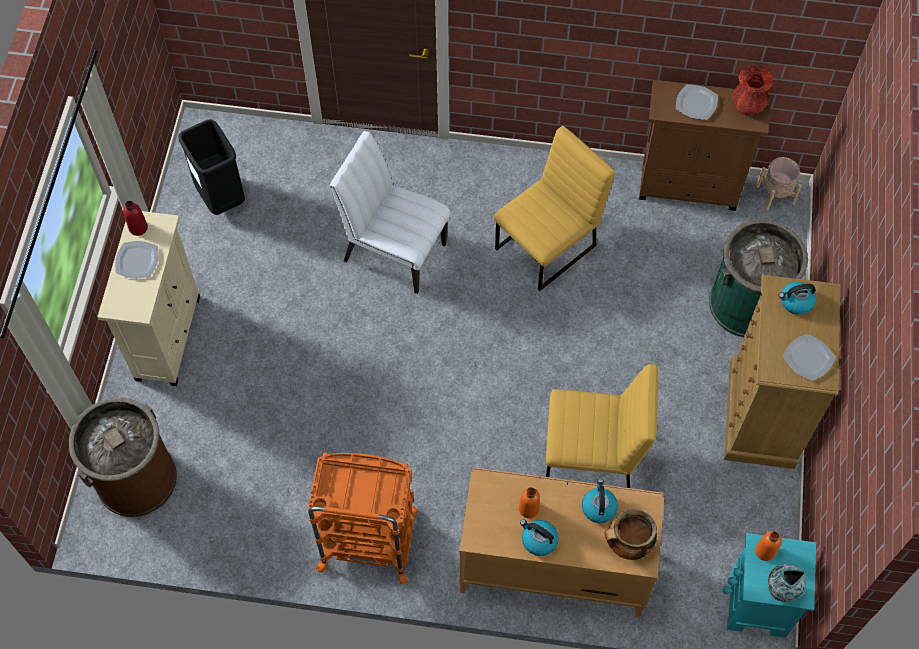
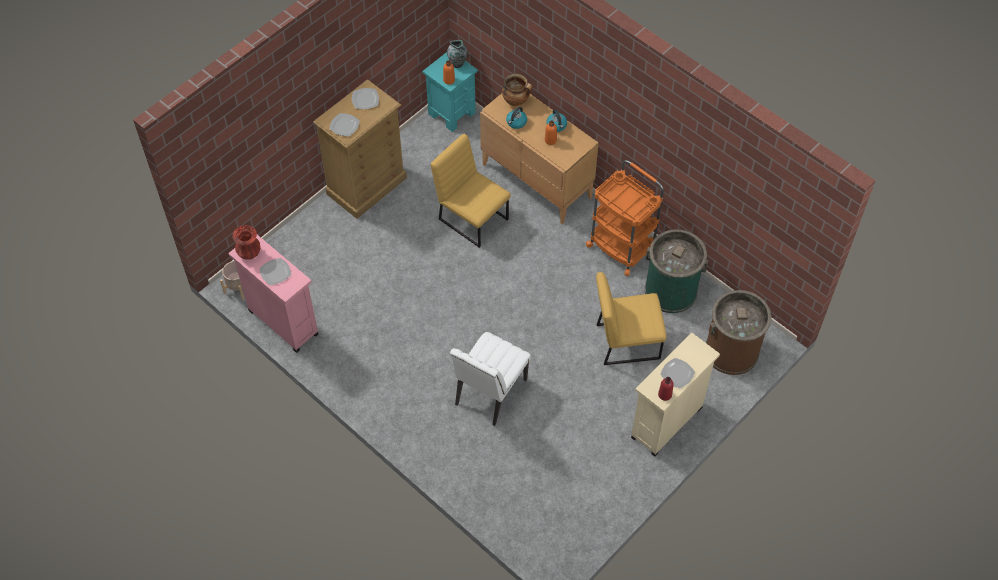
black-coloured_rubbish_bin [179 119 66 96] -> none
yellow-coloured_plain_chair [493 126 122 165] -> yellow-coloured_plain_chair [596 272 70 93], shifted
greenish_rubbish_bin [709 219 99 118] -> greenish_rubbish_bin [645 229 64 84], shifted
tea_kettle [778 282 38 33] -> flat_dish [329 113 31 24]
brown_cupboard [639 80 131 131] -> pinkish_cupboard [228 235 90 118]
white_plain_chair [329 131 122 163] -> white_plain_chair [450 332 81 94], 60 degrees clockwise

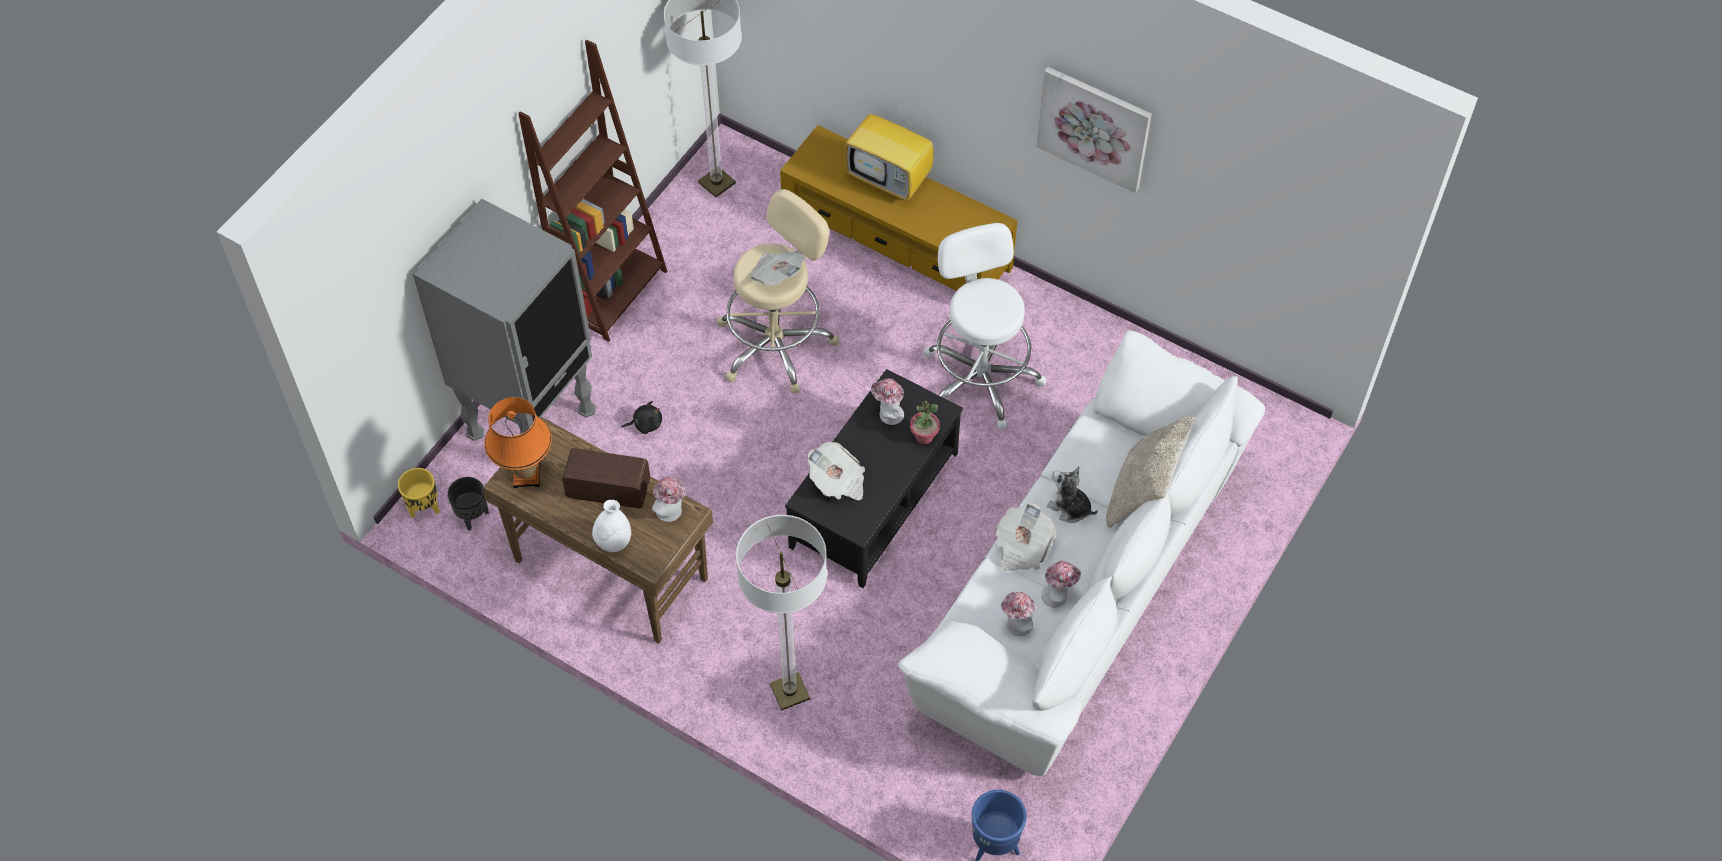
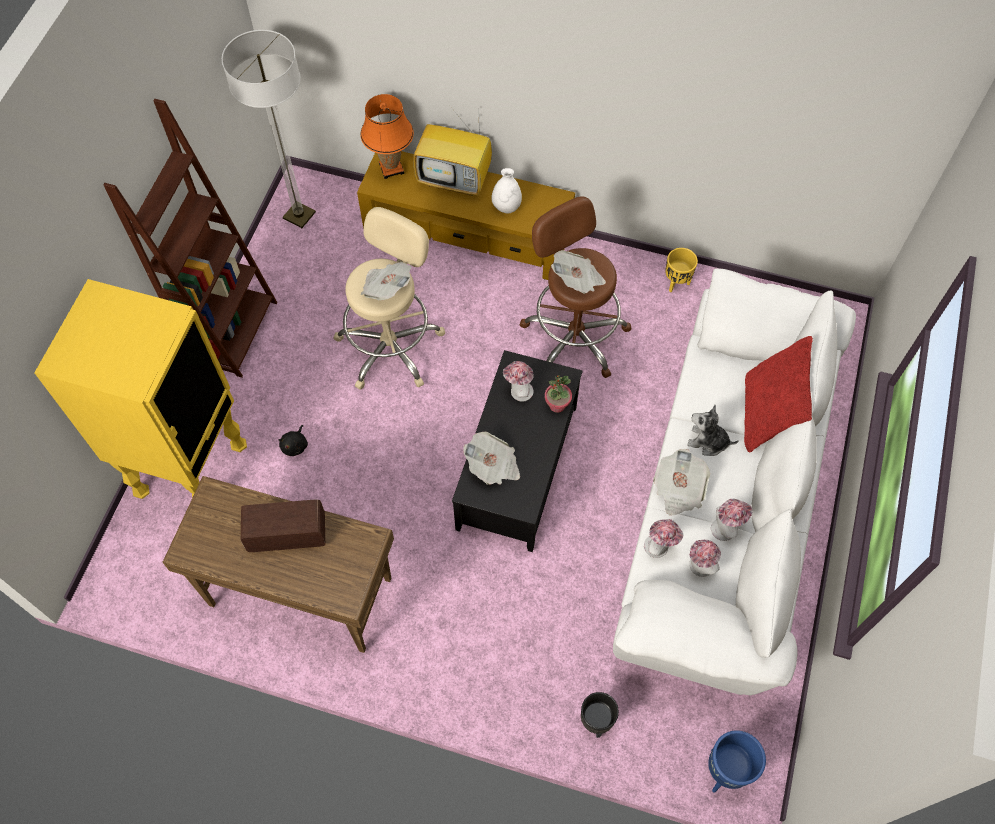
standard_lamp [736 515 91 195] -> none
picture [1037 67 115 126] -> none
none -> newspaper [551 250 55 44]
yellow-coloured_planter [398 468 41 50] -> yellow-coloured_planter [665 248 33 44], shifted
black-coloured_planter [447 477 42 54] -> black-coloured_planter [581 692 38 46], shifted
orange_tabletop_lamp [484 397 68 91] -> orange_tabletop_lamp [360 94 54 85], shifted
white_vase [592 500 39 52] -> white_vase [491 168 31 45], shifted
hat [652 476 34 46] -> hat [644 519 40 39], shifted
greyish_cupboard [413 199 183 242] -> yellow-coloured_cupboard [34 279 213 220]
white_stool_seat [923 223 124 207] -> brown_stool_seat [520 196 112 182]
sand-coloured_cushion [1106 416 89 112] -> red_cushion [744 336 69 116]
black-coloured_plush_toy [622 401 40 33] -> black-coloured_plush_toy [279 425 29 31], 135 degrees clockwise

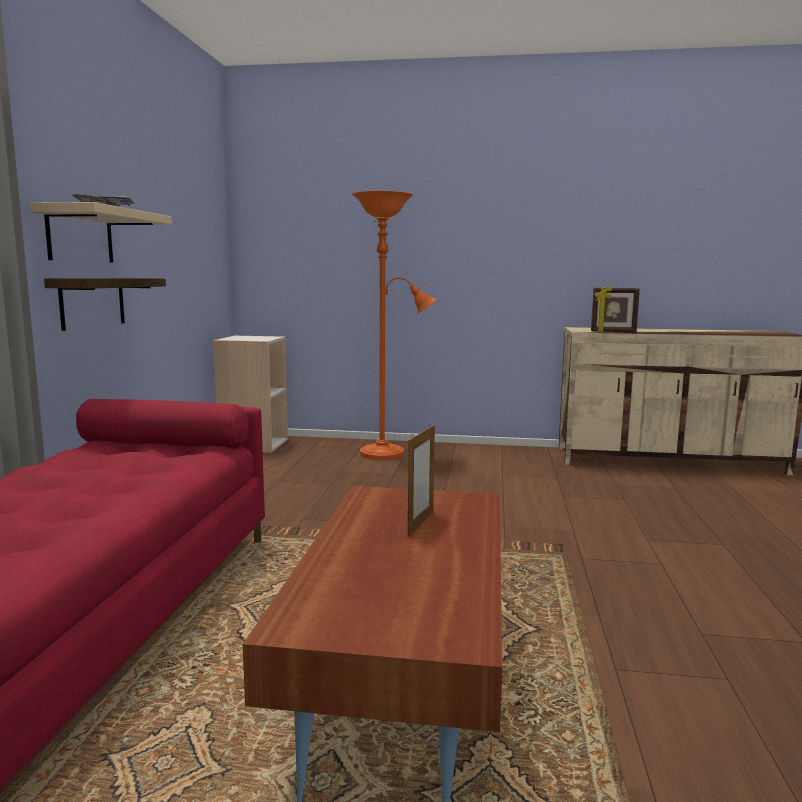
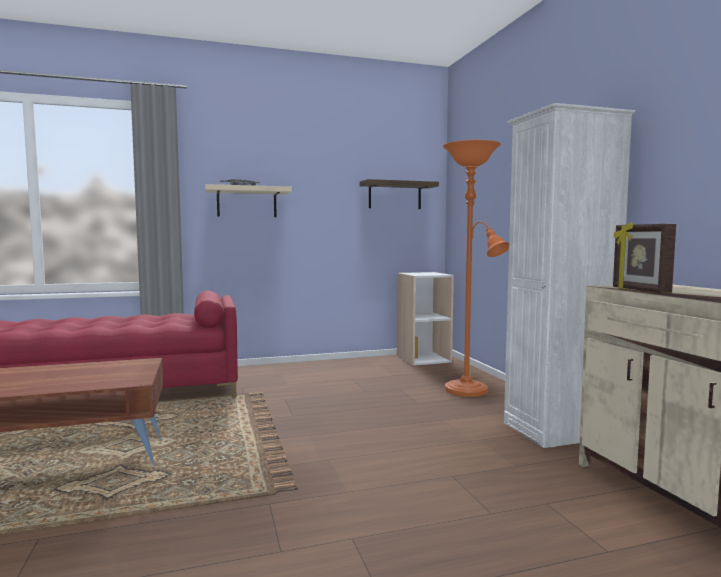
standing_frame [408 425 27 111] -> none
none -> white_cupboard [504 103 131 345]
shelf [44 278 122 53] -> shelf [359 179 80 30], shifted

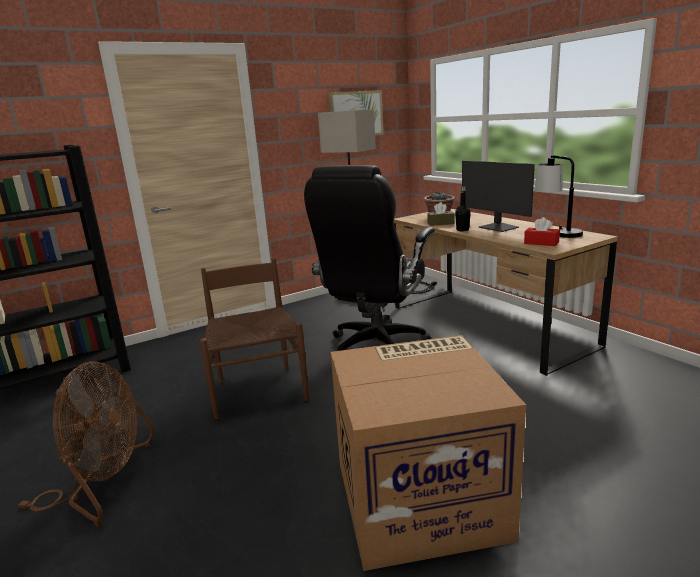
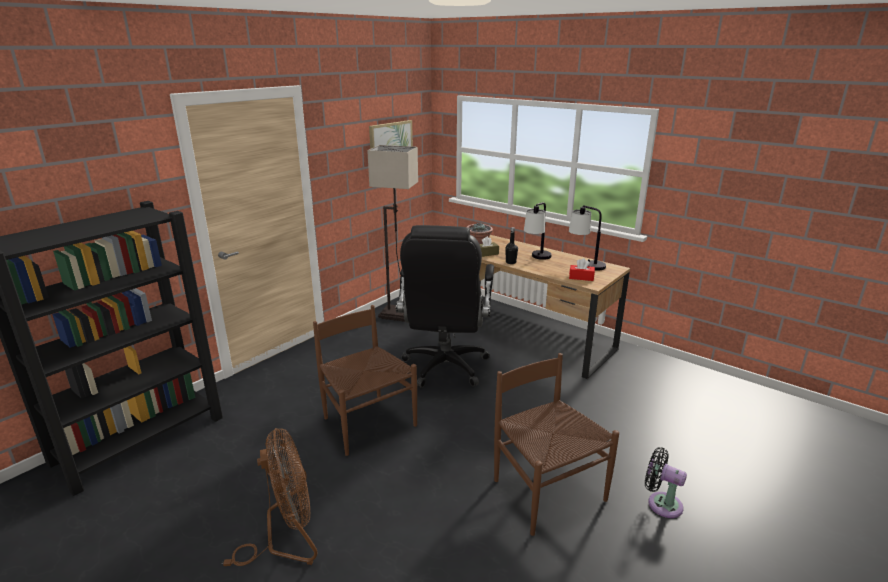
none -> black-coloured_electric_fan [645 447 42 71]
cardboard_box [331 335 195 236] -> brown_plain_chair [494 353 125 183]
computer_screen [462 161 73 71] -> tabletop_lamp [524 202 28 58]

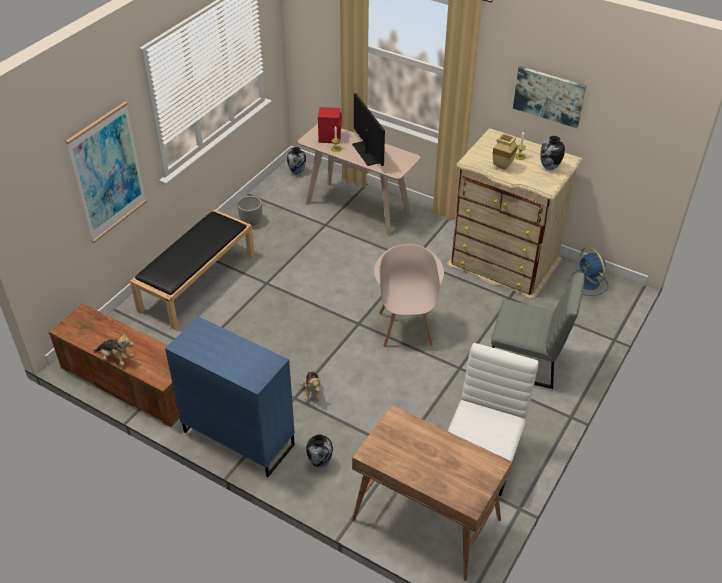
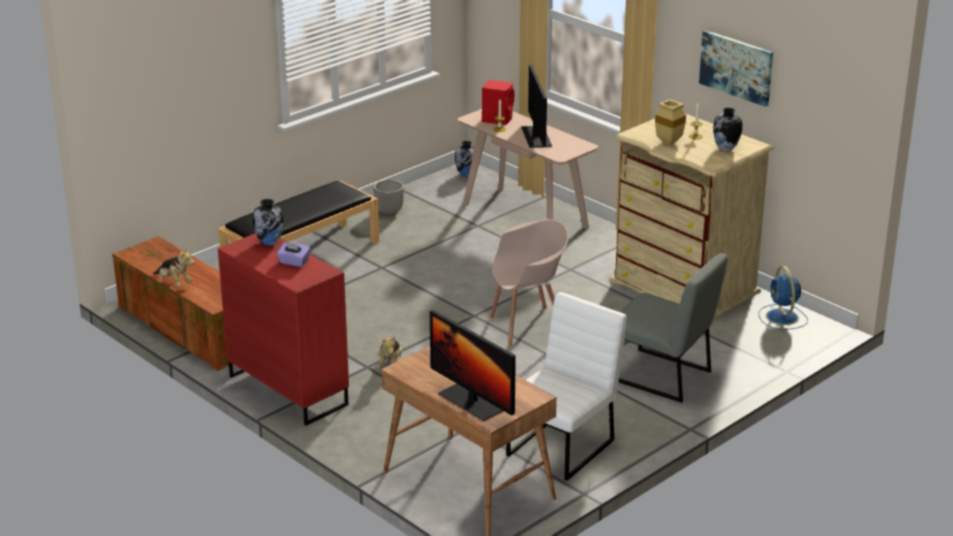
picture [66 102 81 141] -> none
none -> purple_tissue_holder [277 242 33 25]
none -> computer_screen [430 310 86 111]
vase [307 434 26 33] -> vase [253 199 31 47], shifted
blue-coloured_drawer_chest [165 316 130 161] -> red_drawer_chest [218 233 131 193]
sand-coloured_plain_chair [374 244 70 103] -> sand-coloured_plain_chair [490 219 78 127], 60 degrees clockwise

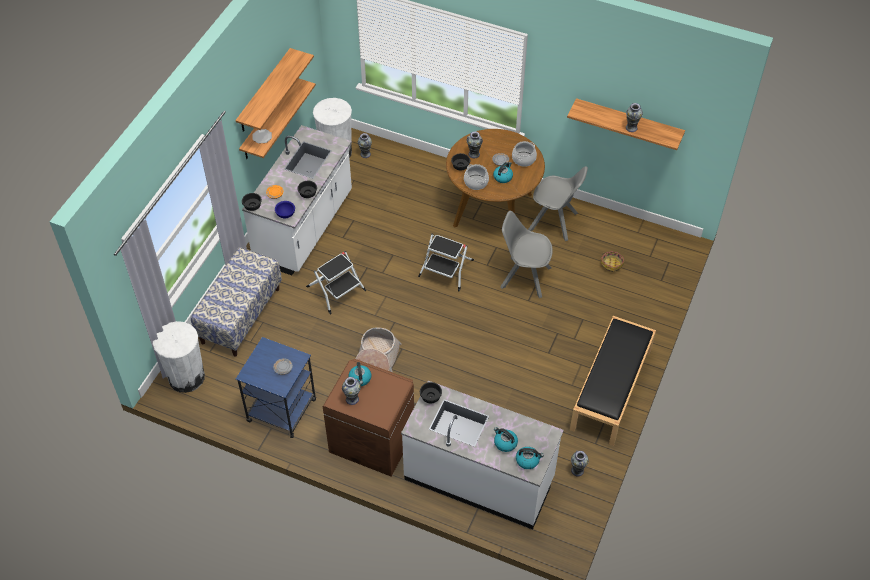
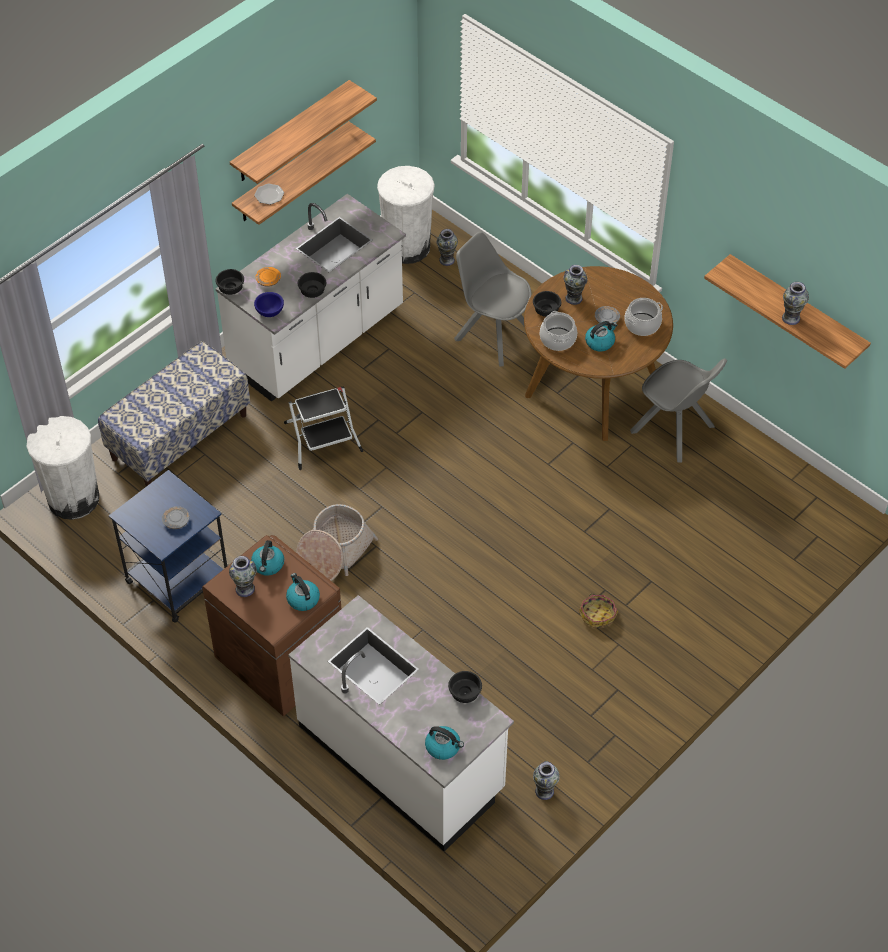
step_stool [418 234 56 57] -> none
black-coloured_bench [570 316 86 130] -> none
black-coloured_deep_dish [420 382 22 21] -> black-coloured_deep_dish [448 671 34 32], shifted
tea_kettle [494 427 24 25] -> tea_kettle [286 573 34 38], shifted
greyish_plain_chair [500 211 53 87] -> greyish_plain_chair [454 232 78 134], shifted
storage_basket [600 251 24 21] -> storage_basket [579 594 39 34], shifted

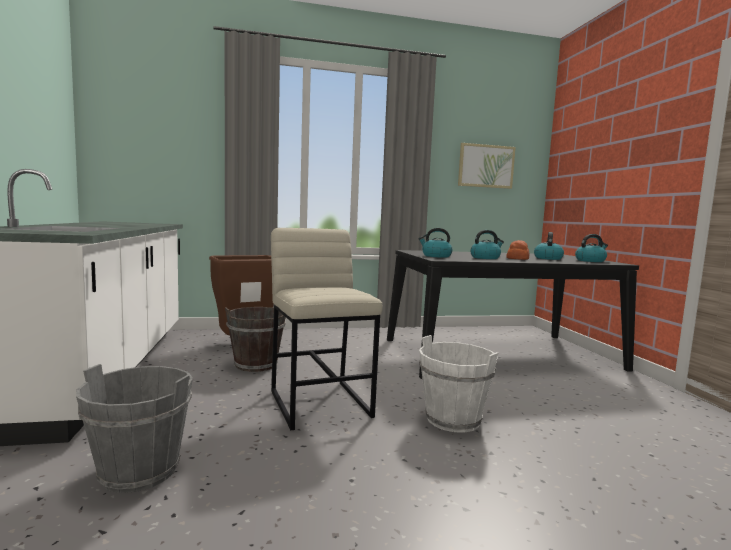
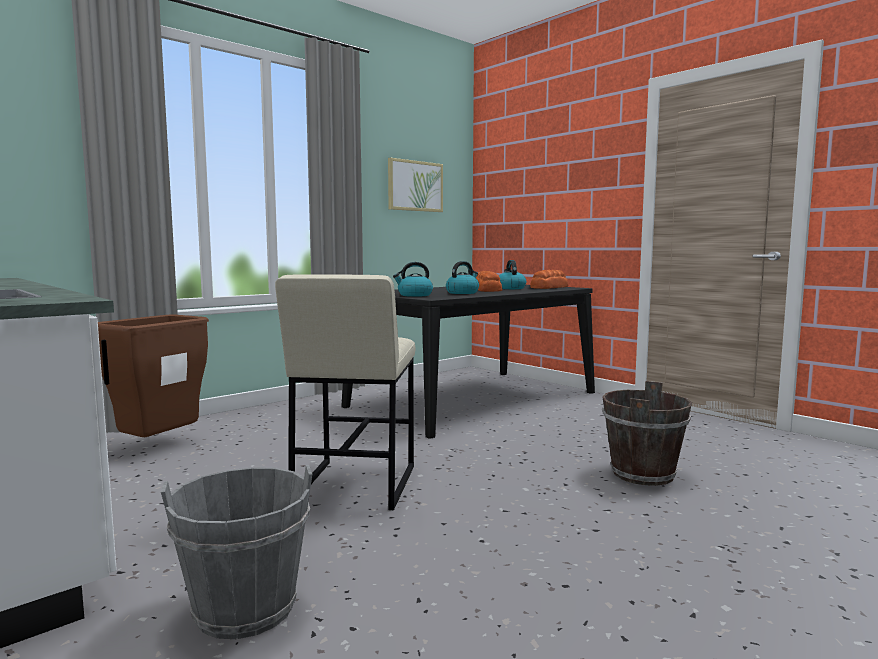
white_pail [419 335 79 98] -> none
brown_pail [225 307 61 65] -> brown_pail [602 381 90 105], shifted
tea_kettle [575 234 33 28] -> bakery_bread [530 270 38 19]
sand-coloured_plain_chair [271 228 111 202] -> sand-coloured_plain_chair [275 274 140 236], 120 degrees counterclockwise

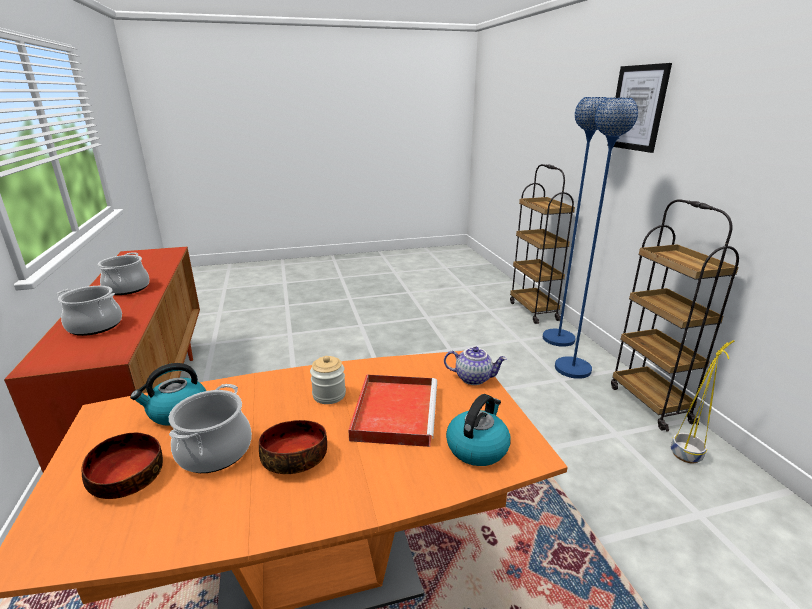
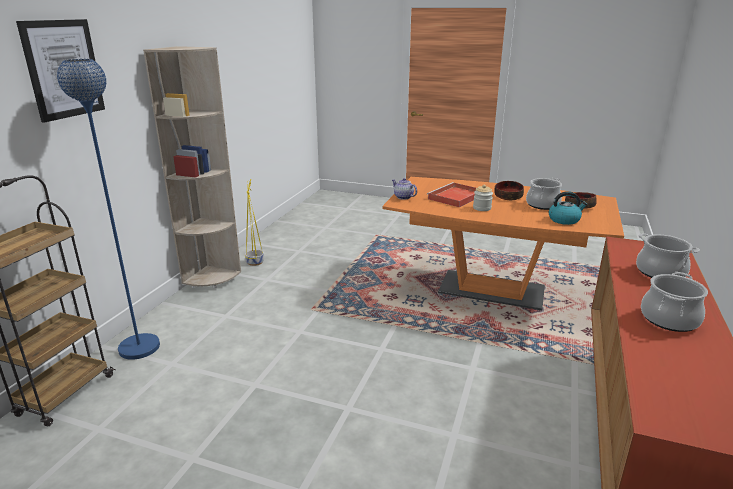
tea_kettle [446 394 65 72] -> none
blue-coloured_standard_lamp [555 98 83 281] -> none
brown_wheeled_cart [611 199 128 233] -> sand-coloured_bookcase [143 46 98 242]

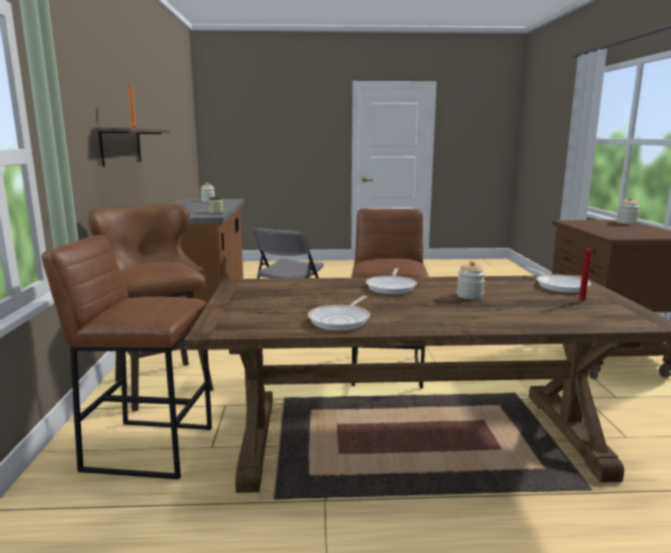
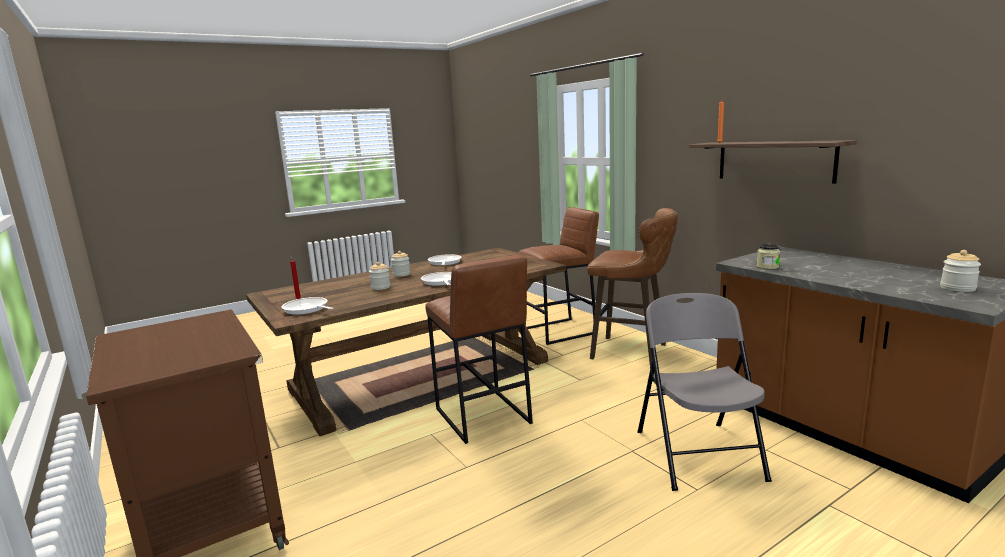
jar [616 198 24 26] -> jar [391 251 20 26], shifted

